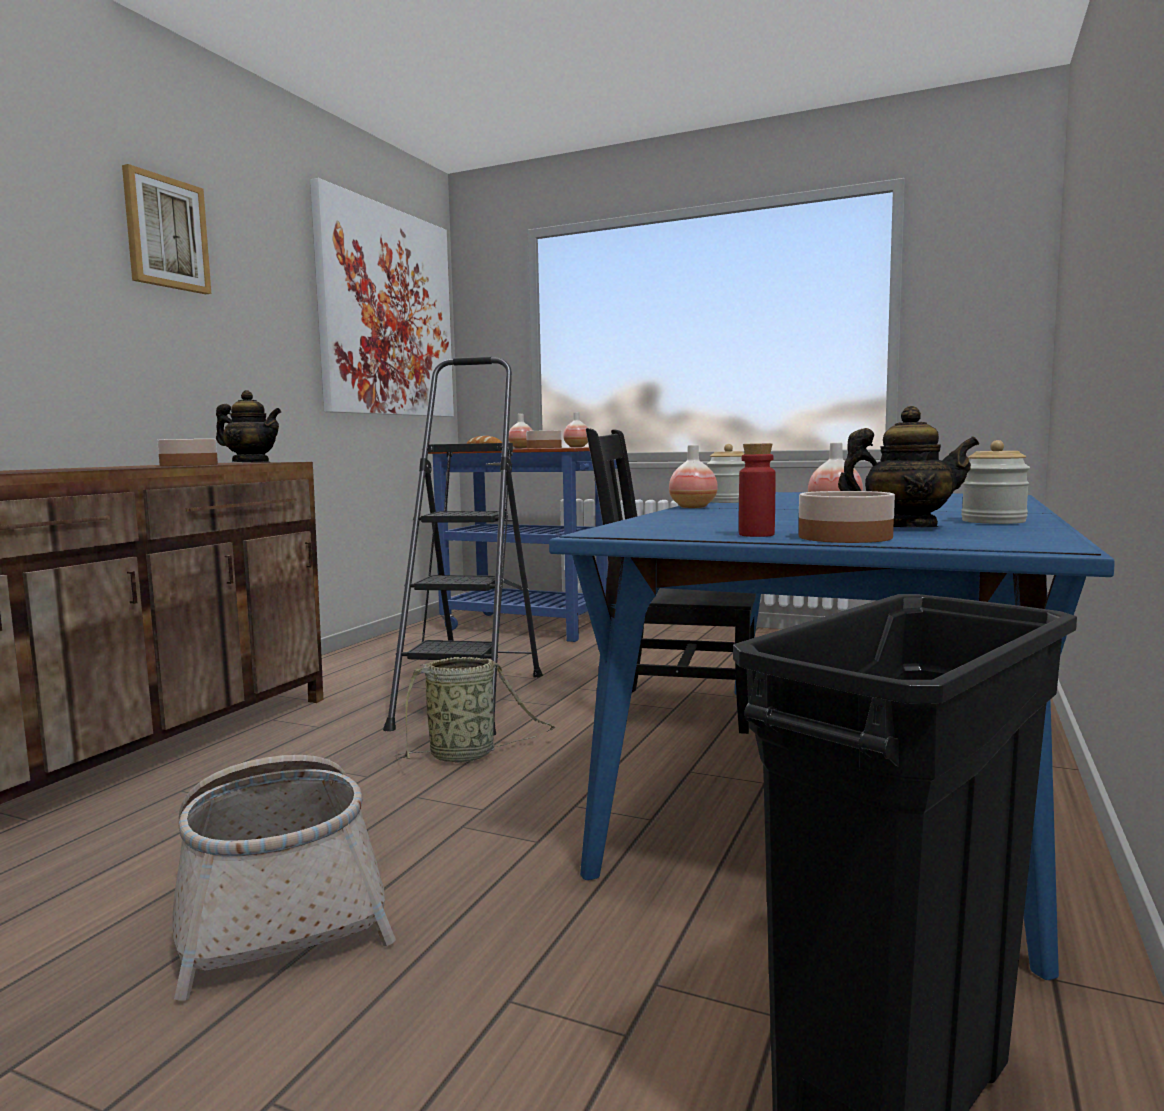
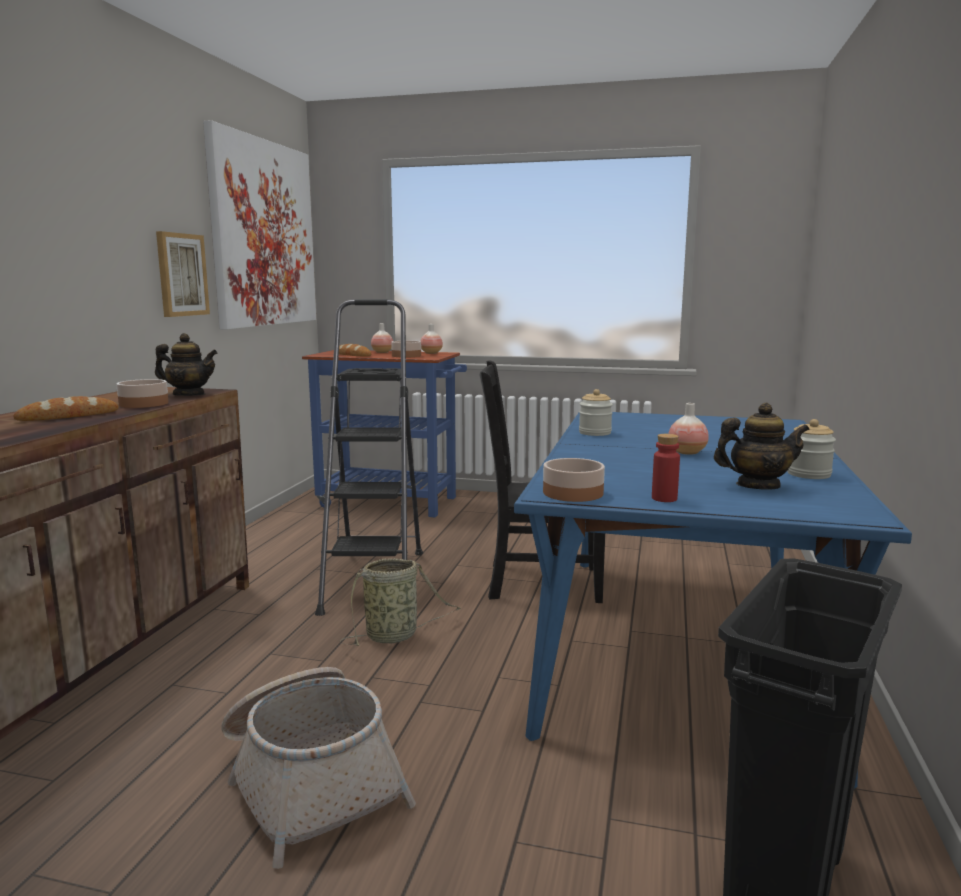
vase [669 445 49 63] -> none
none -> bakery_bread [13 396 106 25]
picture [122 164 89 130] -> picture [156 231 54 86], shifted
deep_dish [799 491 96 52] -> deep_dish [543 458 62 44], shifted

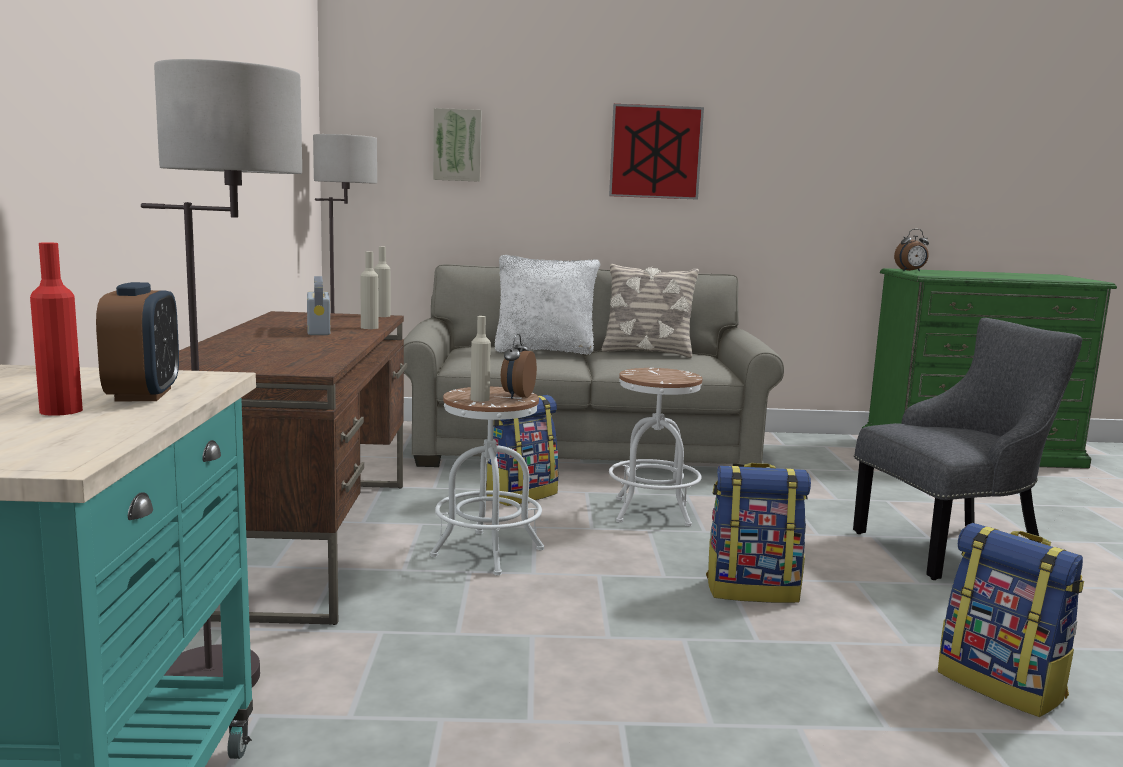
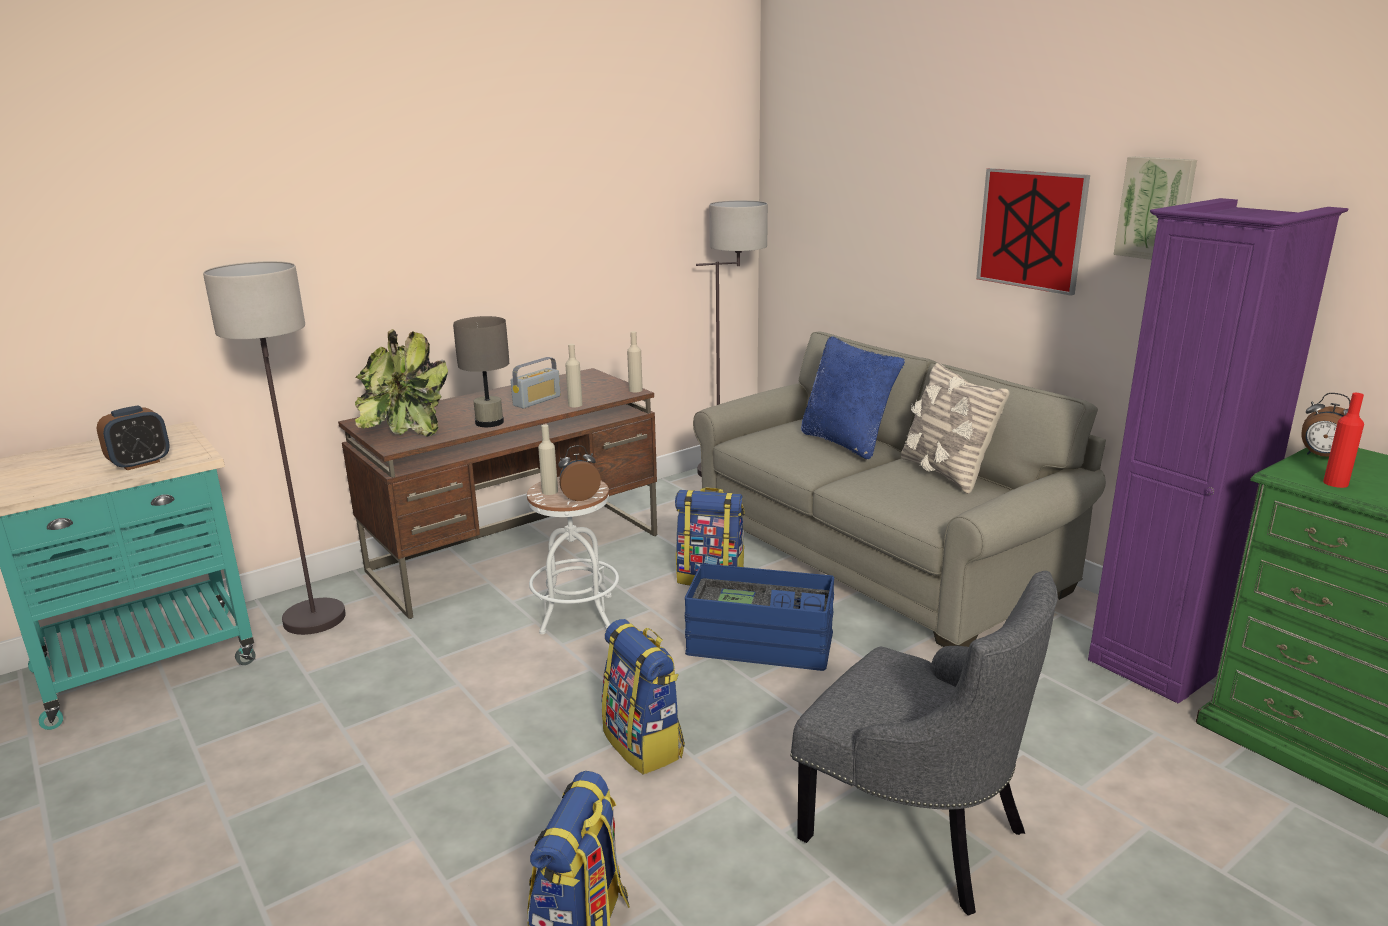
none -> potted_plant [355 329 93 108]
none -> greyish_tabletop_lamp [453 316 56 111]
none -> purple_cupboard [1088 198 261 505]
red_beverage_bottle [30 242 53 174] -> red_beverage_bottle [1323 393 41 95], shifted
picture [433 108 49 74] -> picture [1114 157 83 103], shifted
white_stool_seat [609 368 94 158] -> blue-coloured_storage_bin [685 564 149 107]
white_cushion [495 255 106 100] -> blue-coloured_cushion [801 336 104 123]

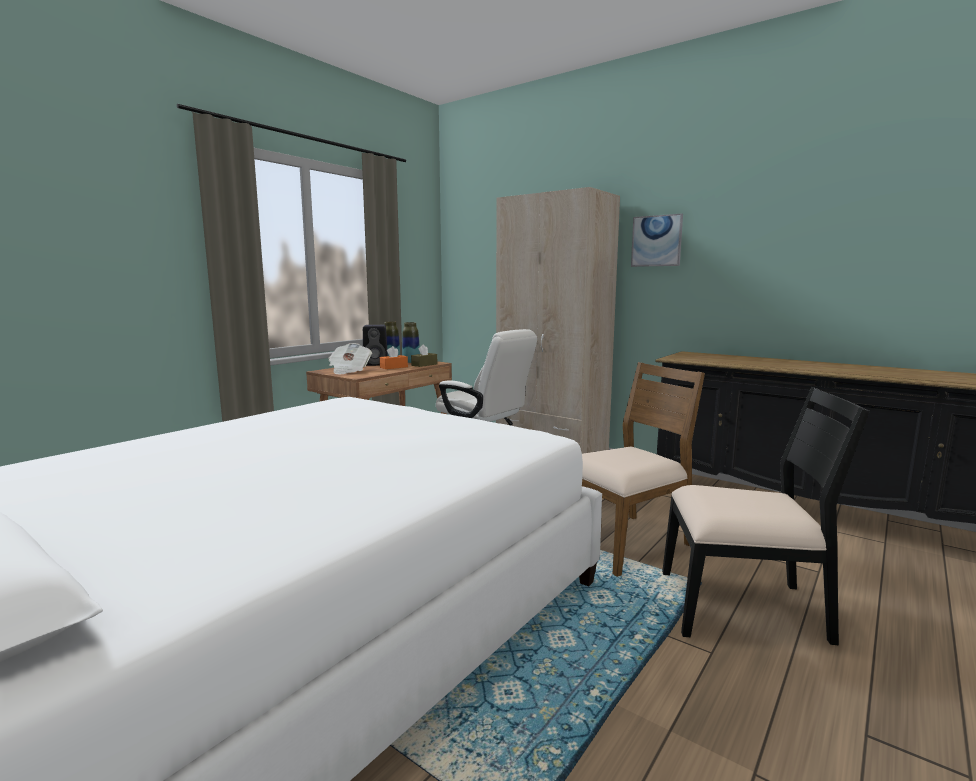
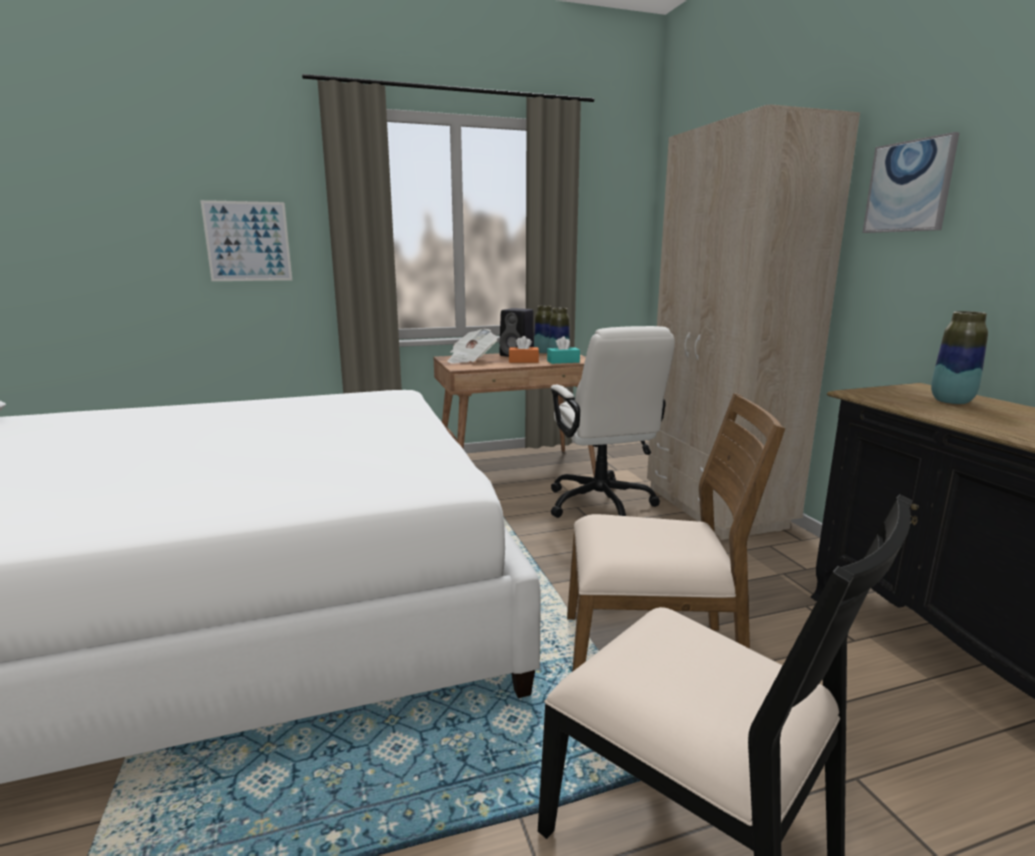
none -> picture [200 200 92 81]
none -> vase [931 311 57 93]
brown_tissue_holder [411 344 26 23] -> turquoise_tissue_holder [547 336 33 28]

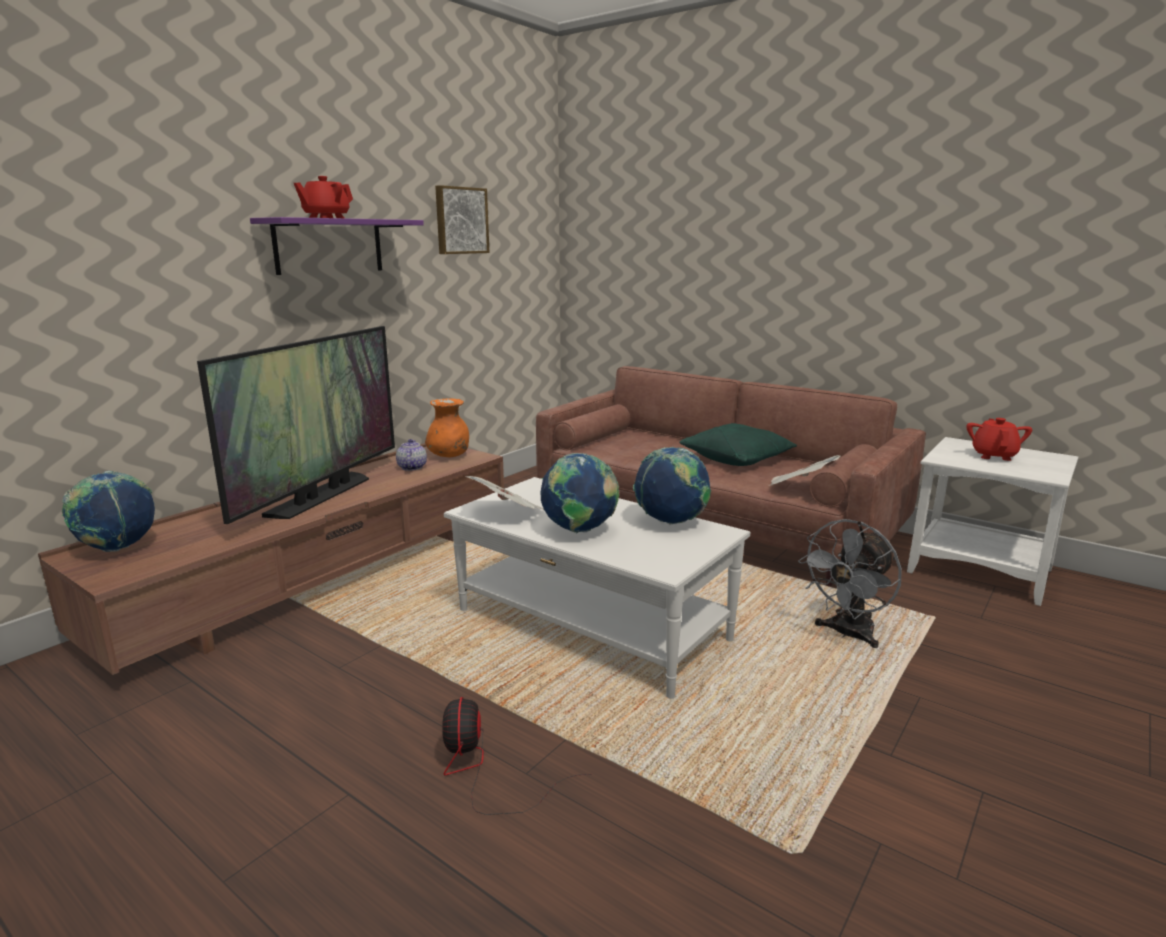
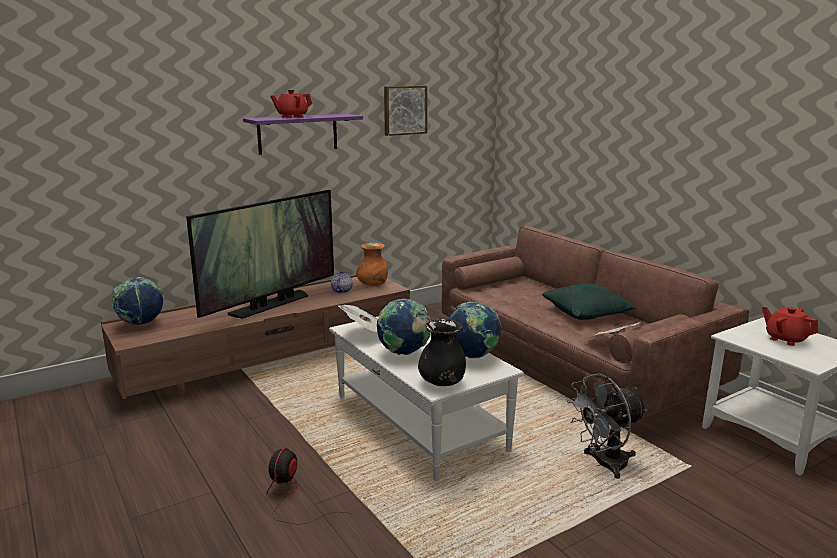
none -> black-coloured_vase [418 319 48 67]
red_teapot [966 418 66 43] -> red_teapot [762 307 56 39], 75 degrees counterclockwise

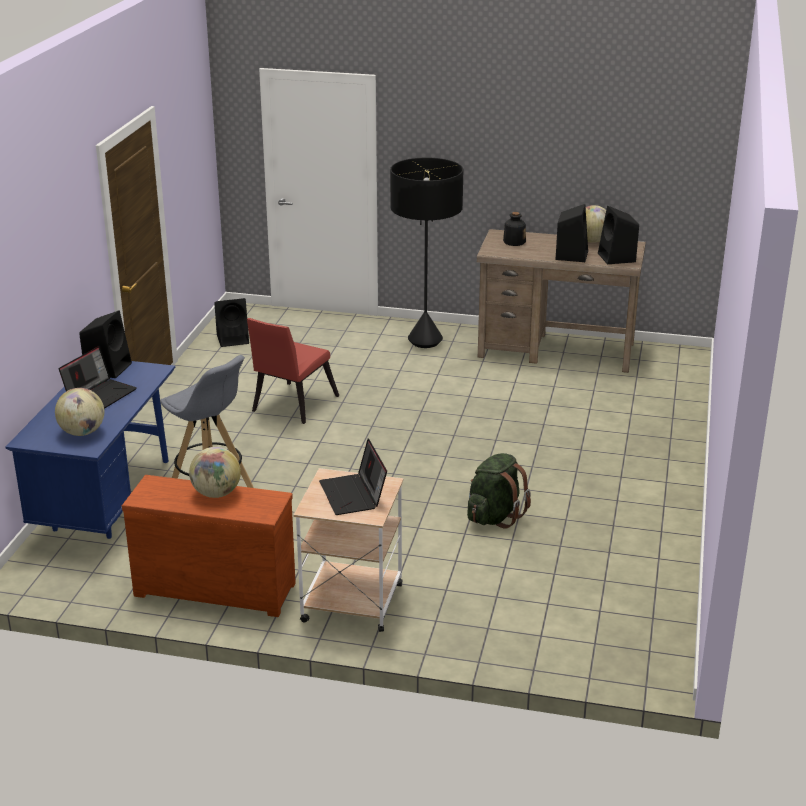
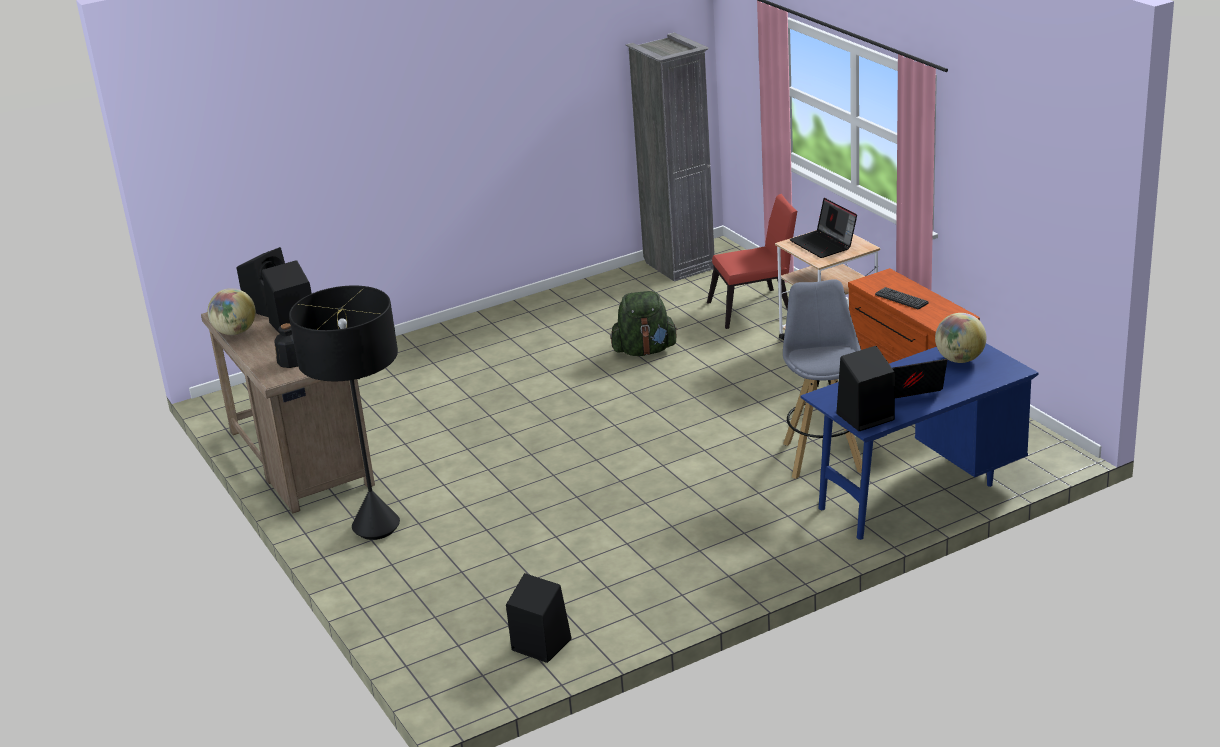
none -> greyish_cupboard [626 33 89 249]
red_plain_chair [247 318 92 106] -> red_plain_chair [707 194 90 135], shifted
world_globe [189 447 52 51] -> computer_keyboard [875 287 53 22]
portable_computer [319 439 68 76] -> portable_computer [789 198 68 60], 120 degrees clockwise

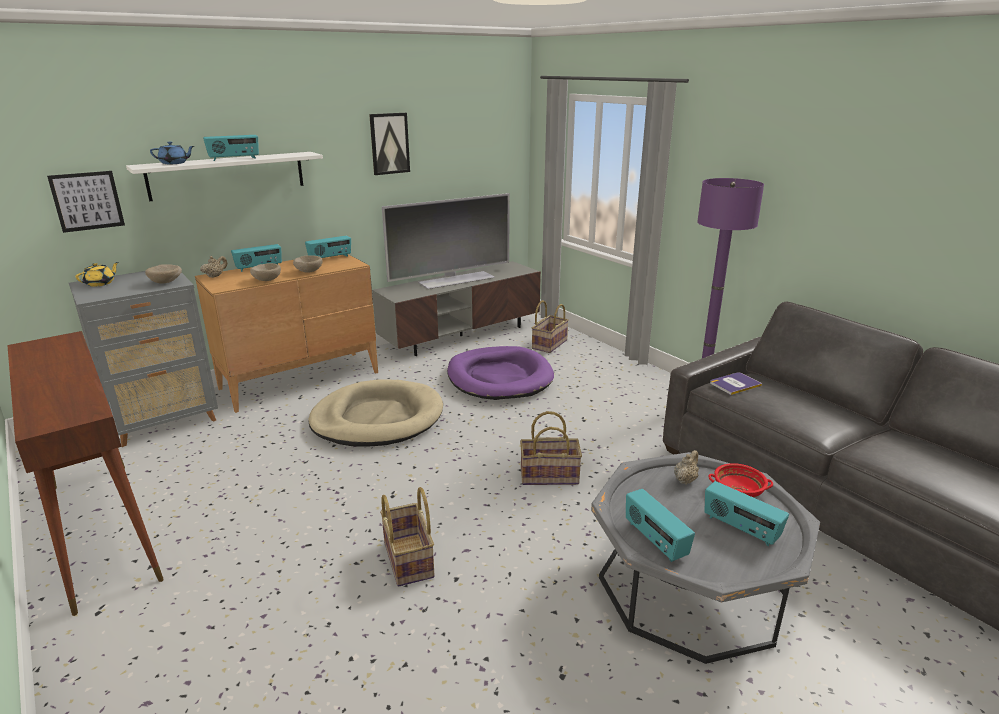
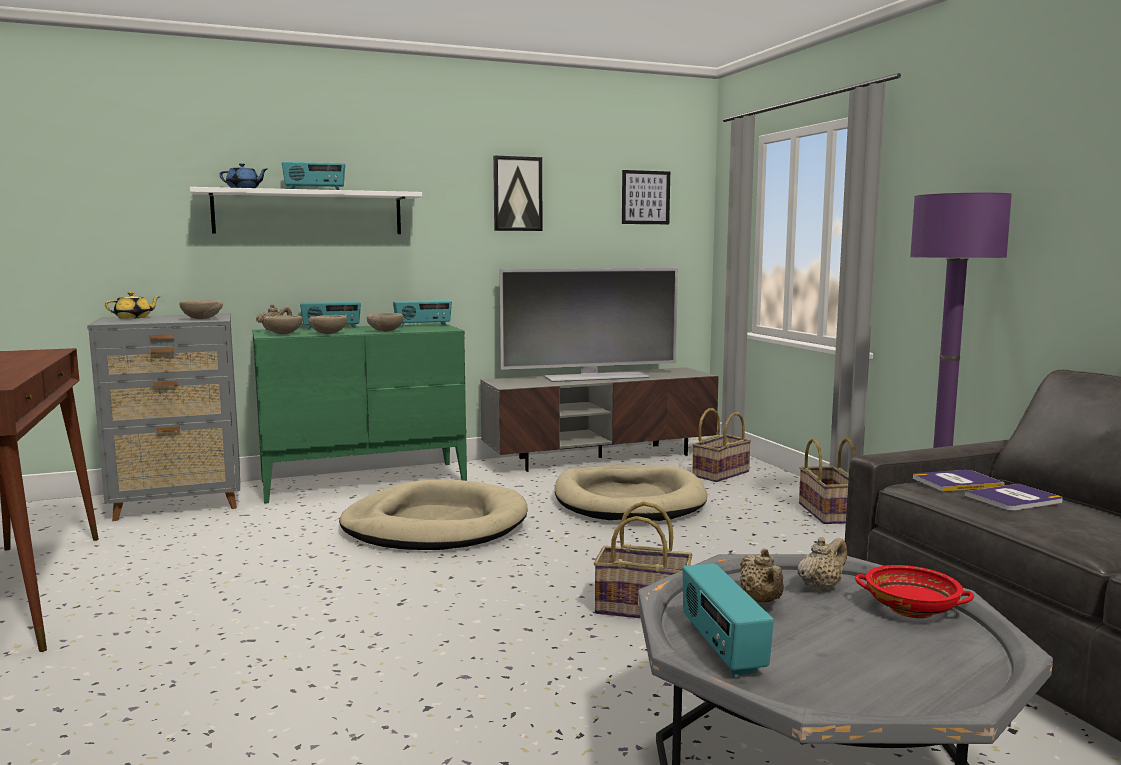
radio [704 481 85 65] -> none
none -> sand-coloured_deep_dish [264 315 39 19]
none -> sand-coloured_teapot [740 548 44 54]
none -> volume [965 484 98 27]
picture [47 171 78 62] -> picture [622 170 48 54], shifted
storage_basket [380 487 55 99] -> storage_basket [799 438 58 86], shifted
brown_cupboard [195 254 183 159] -> greenish_cupboard [253 324 214 180]
purple_dog_cushion [447 346 107 54] -> sand-coloured_dog_cushion [554 465 154 56]

